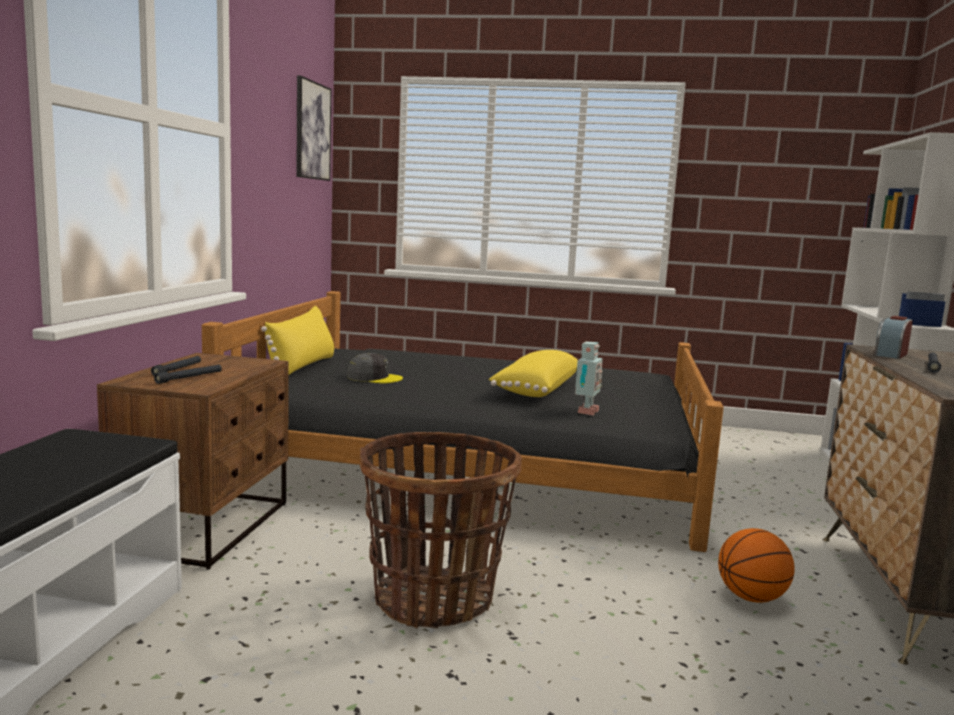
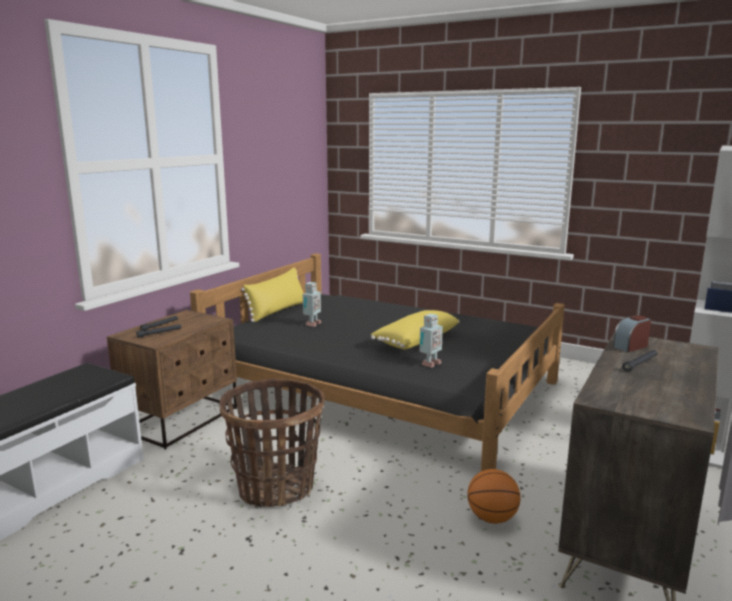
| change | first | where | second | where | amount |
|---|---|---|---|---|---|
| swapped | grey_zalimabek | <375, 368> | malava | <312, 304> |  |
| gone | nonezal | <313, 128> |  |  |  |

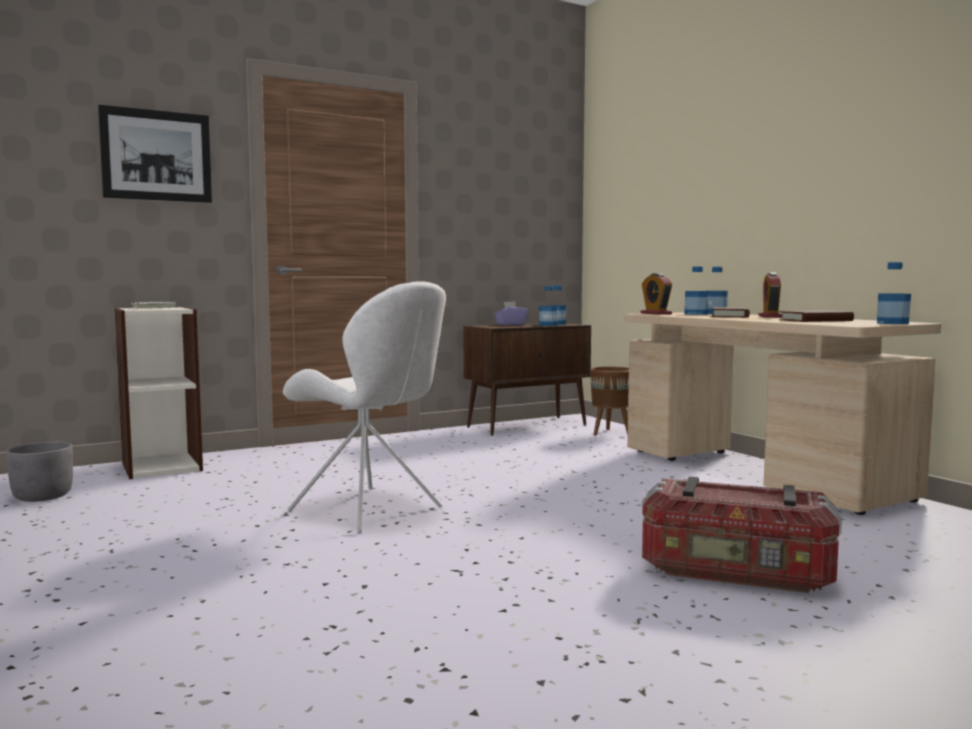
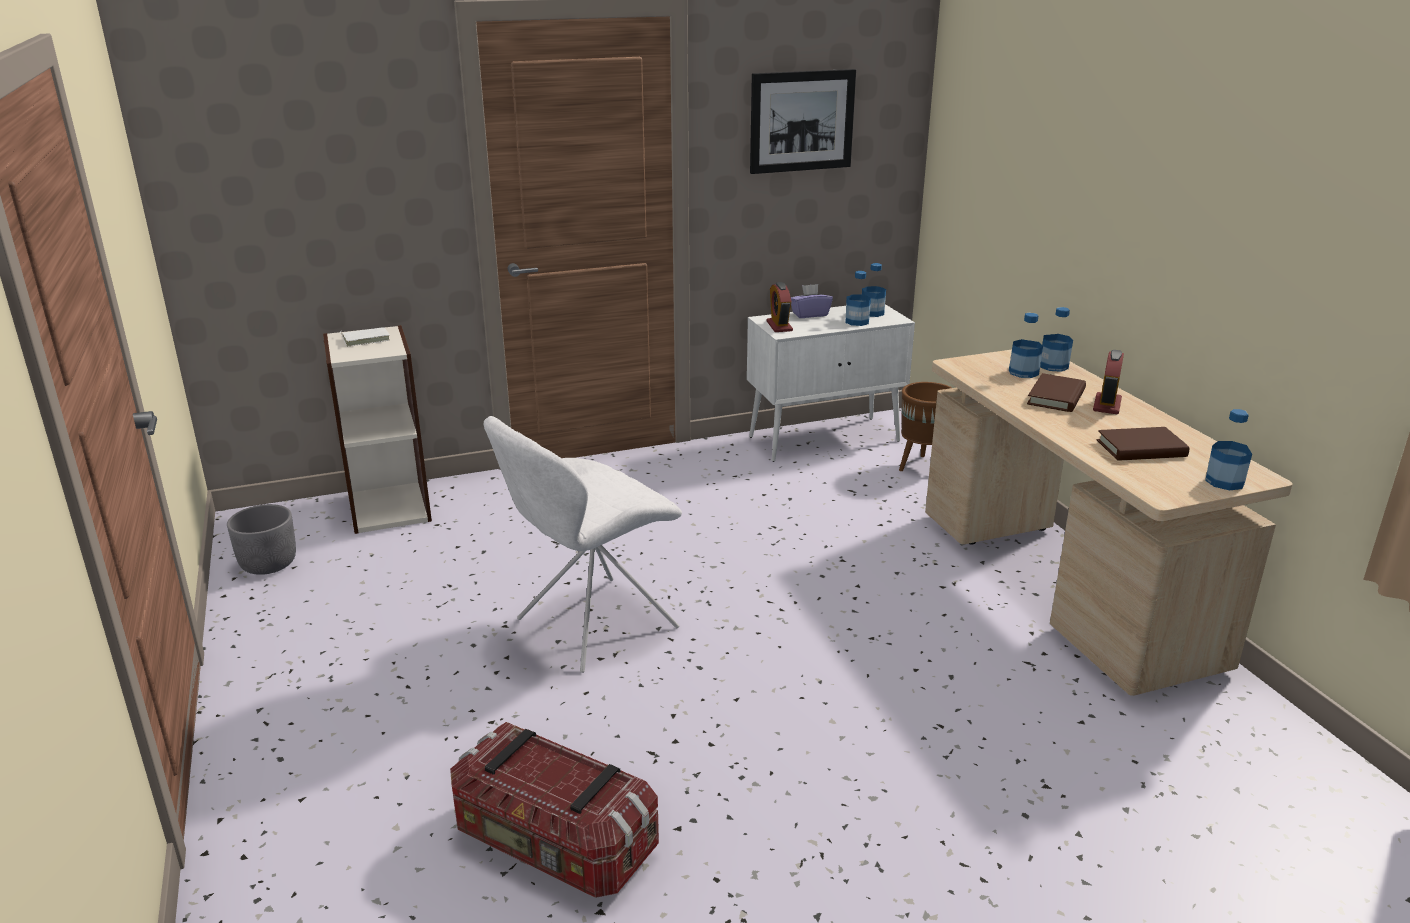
| change | first | where | second | where | amount |
|---|---|---|---|---|---|
| shifted | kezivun | <742, 535> |  | <554, 810> |  |
| rotated | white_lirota | <364, 407> |  | <583, 544> | 90 degrees clockwise |
| repainted | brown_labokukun | <527, 379> | white_labokukun | <831, 383> |  |
| shifted | nonezal | <155, 154> |  | <803, 121> |  |
| shifted | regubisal | <656, 294> |  | <779, 307> |  |

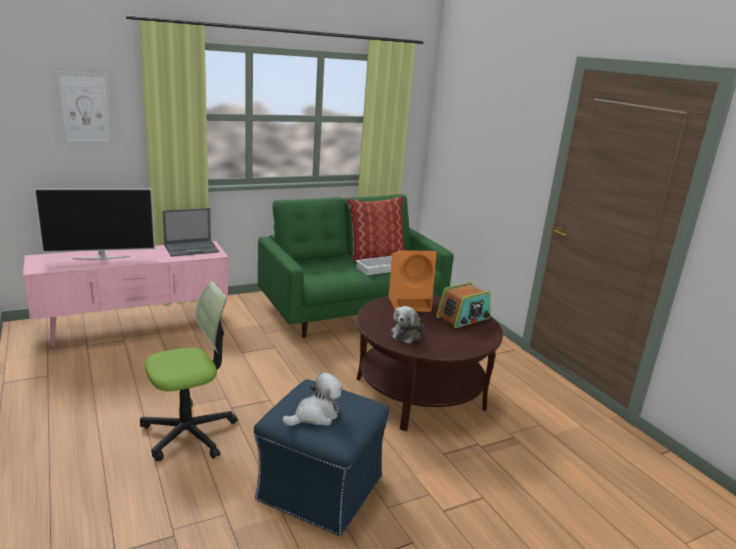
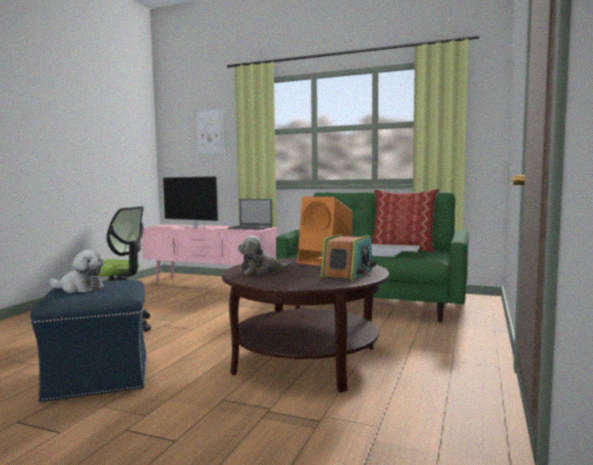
| change | first | where | second | where | amount |
|---|---|---|---|---|---|
| rotated | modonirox | <463, 305> |  | <348, 257> | 75 degrees counterclockwise |

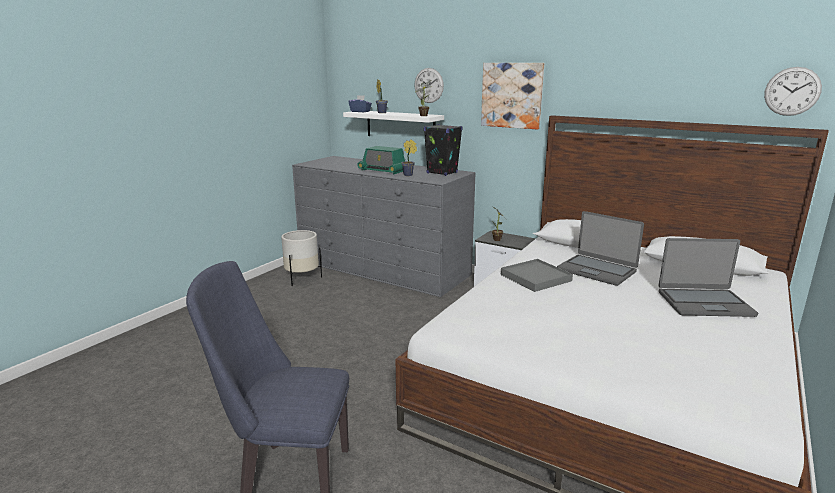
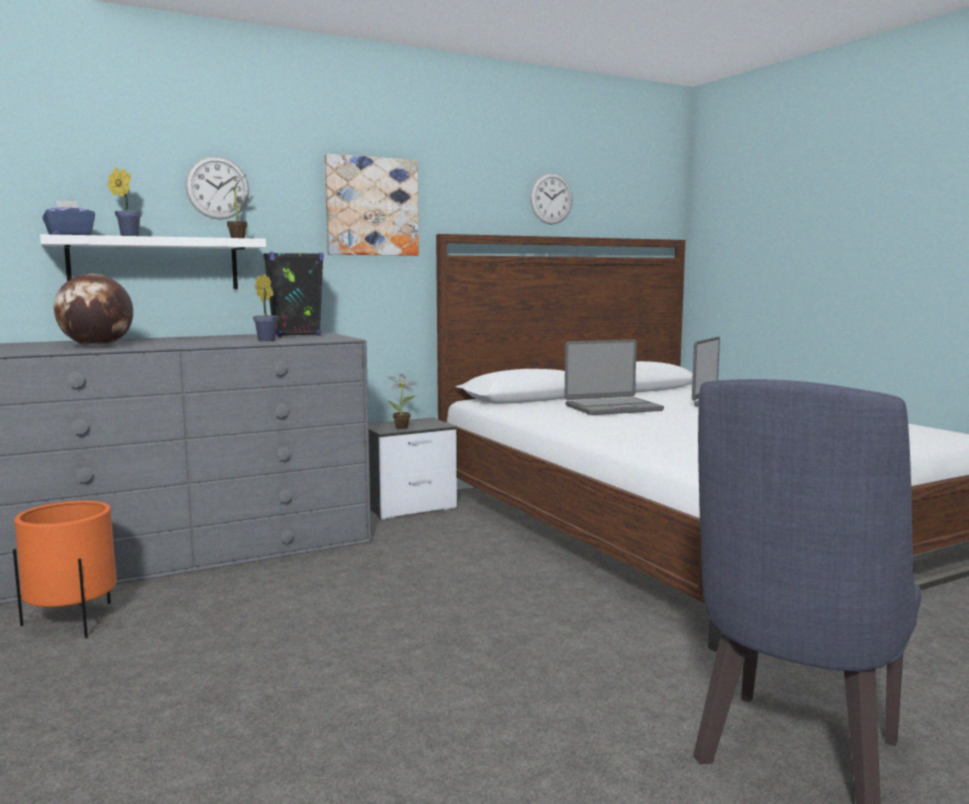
| change | first | where | second | where | amount |
|---|---|---|---|---|---|
| repainted | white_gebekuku | <301, 258> | orange_gebekuku | <65, 569> |  |
| new |  |  | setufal | <93, 310> |  |
| shifted | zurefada | <793, 91> |  | <551, 198> |  |
| gone | modonirox | <381, 160> |  |  |  |
| gone | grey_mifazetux | <537, 275> |  |  |  |

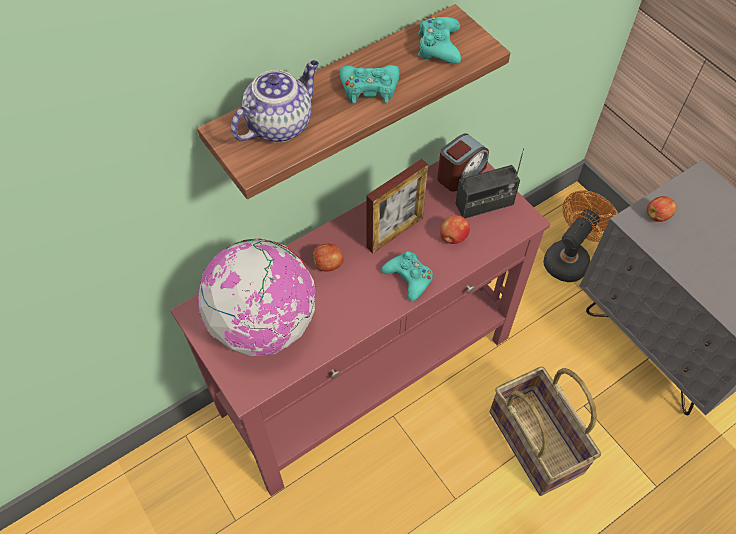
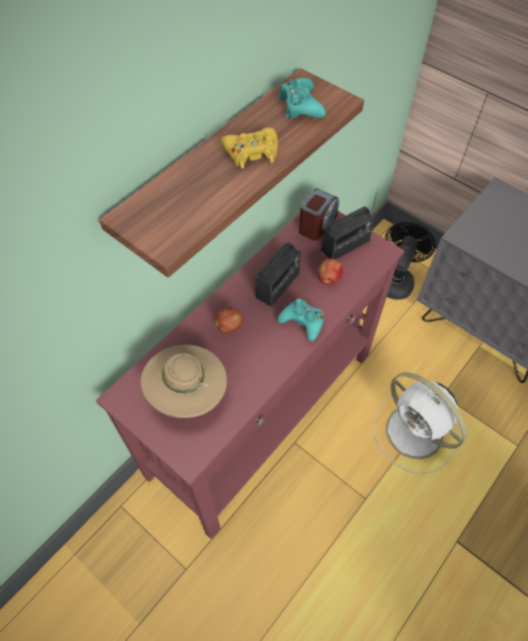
| change | first | where | second | where | amount |
|---|---|---|---|---|---|
| swapped | setufal | <257, 297> | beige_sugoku | <184, 381> |  |
| repainted | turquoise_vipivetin | <369, 84> | yellow_vipivetin | <249, 148> |  |
| swapped | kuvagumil | <397, 206> | modonirox | <278, 265> |  |
| swapped | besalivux | <545, 431> | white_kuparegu | <420, 423> |  |
| repainted | orange_kuparegu | <580, 236> | black_kuparegu | <410, 261> |  |
| gone | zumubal | <275, 101> |  |  |  |
| gone | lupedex | <662, 209> |  |  |  |

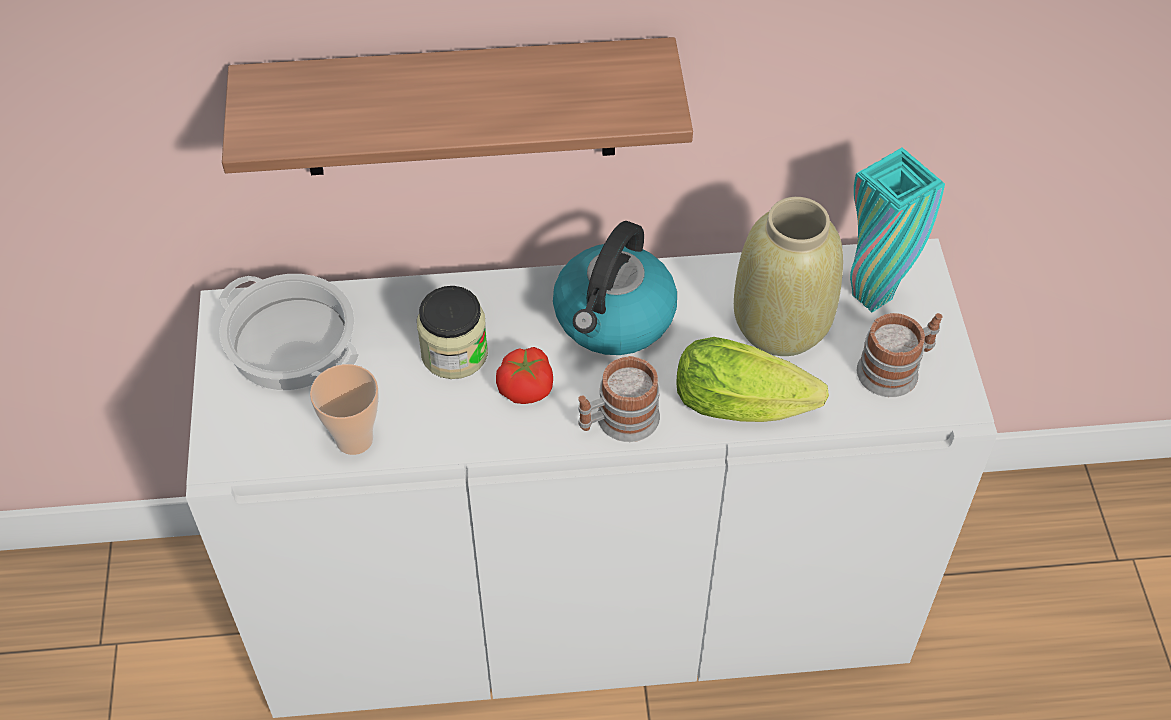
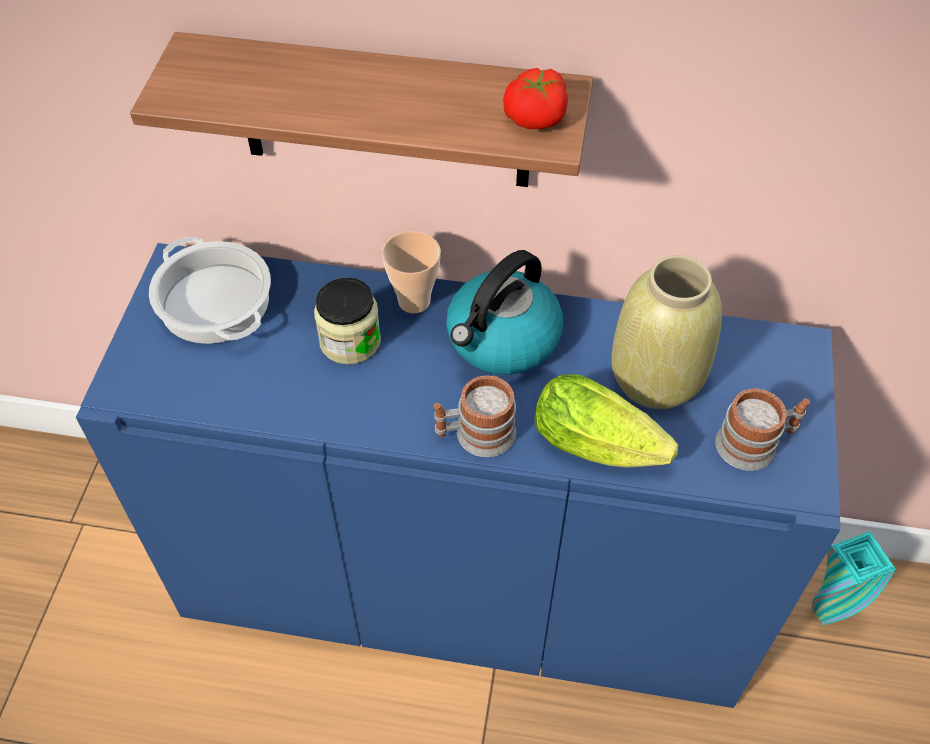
| change | first | where | second | where | amount |
|---|---|---|---|---|---|
| repainted | white_labokukun | <592, 478> | blue_labokukun | <458, 475> |  |
| shifted | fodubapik | <344, 409> |  | <411, 272> |  |
| shifted | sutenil | <524, 375> |  | <535, 98> |  |
| shifted | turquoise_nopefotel | <897, 229> |  | <854, 578> |  |

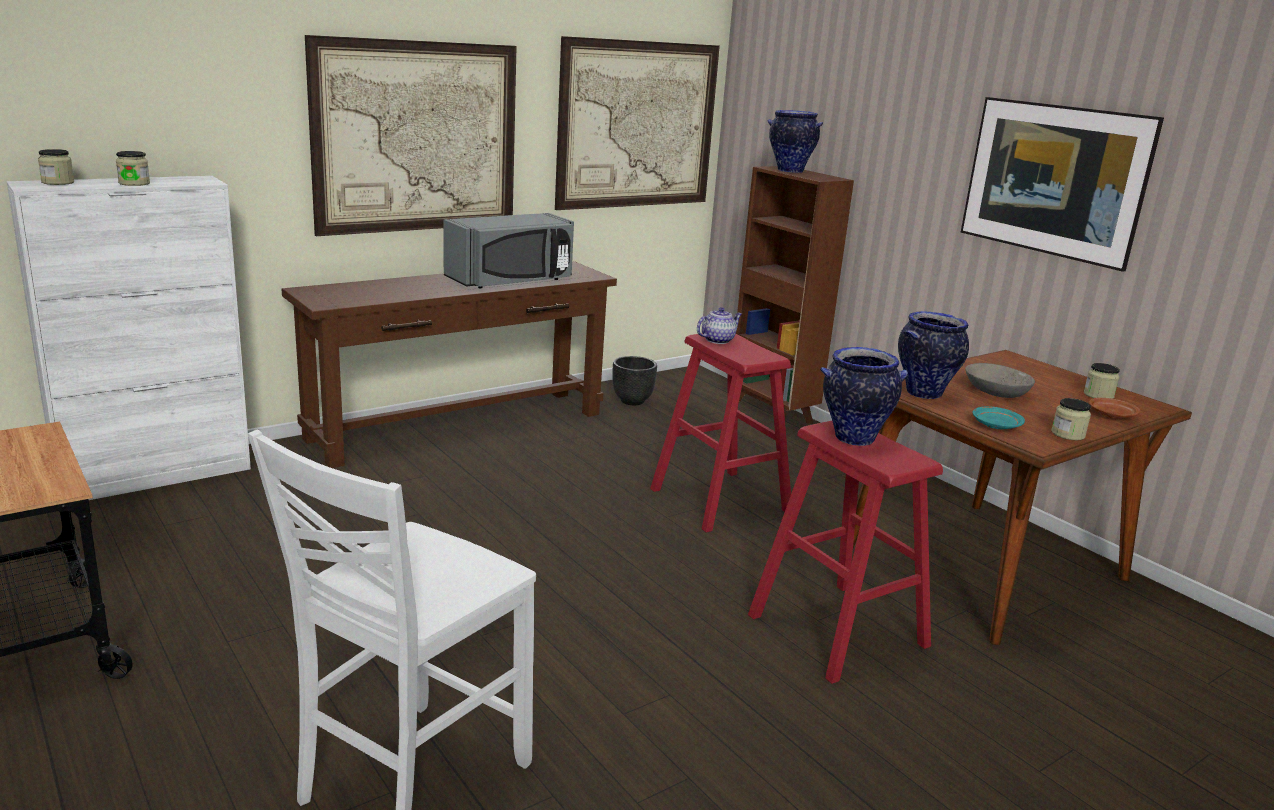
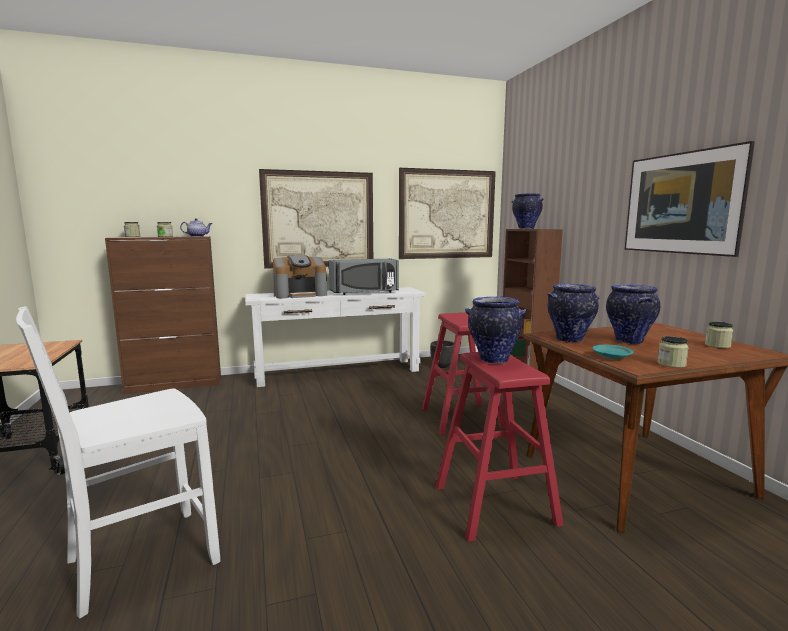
| change | first | where | second | where | amount |
|---|---|---|---|---|---|
| repainted | white_labokukun | <128, 338> | brown_labokukun | <163, 315> |  |
| shifted | zumubal | <719, 325> |  | <196, 227> |  |
| repainted | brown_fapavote | <449, 364> | white_fapavote | <335, 337> |  |
| new |  |  | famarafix | <300, 276> |  |
| swapped | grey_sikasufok | <1000, 380> | nopefotel | <633, 314> |  |
| gone | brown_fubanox | <1114, 408> |  |  |  |

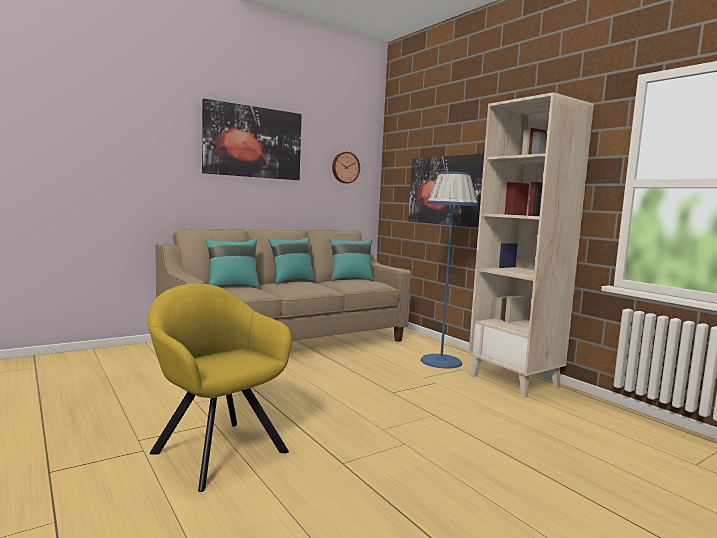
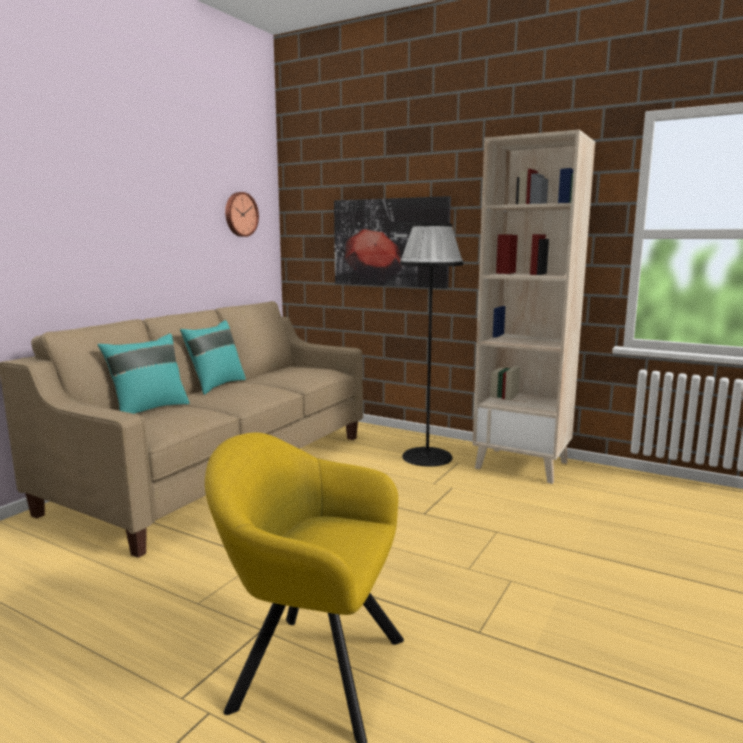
| change | first | where | second | where | amount |
|---|---|---|---|---|---|
| repainted | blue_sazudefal | <449, 270> | black_sazudefal | <431, 345> |  |
| gone | nonezal | <252, 139> |  |  |  |
| gone | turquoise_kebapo | <351, 259> |  |  |  |

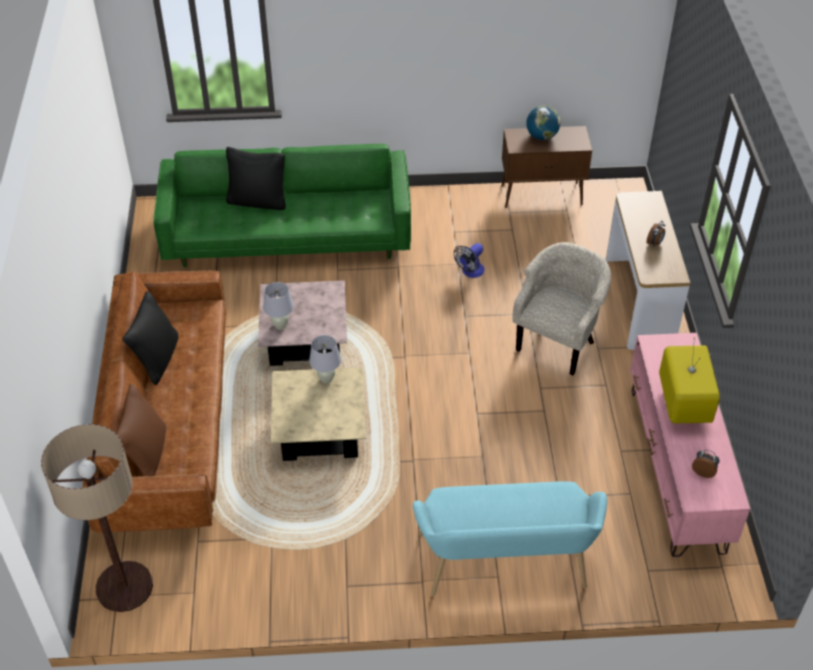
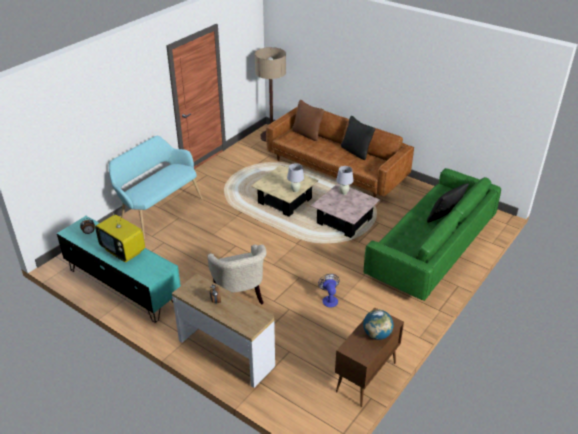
| change | first | where | second | where | amount |
|---|---|---|---|---|---|
| repainted | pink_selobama | <690, 445> | turquoise_selobama | <119, 269> |  |

